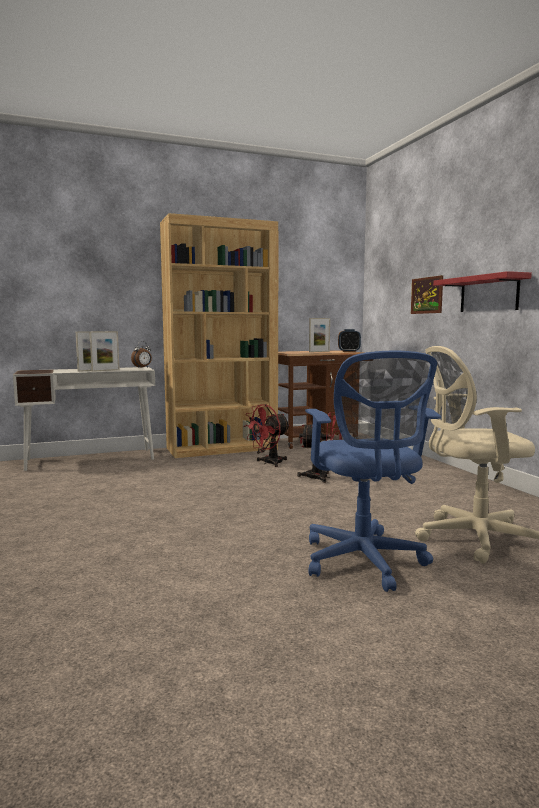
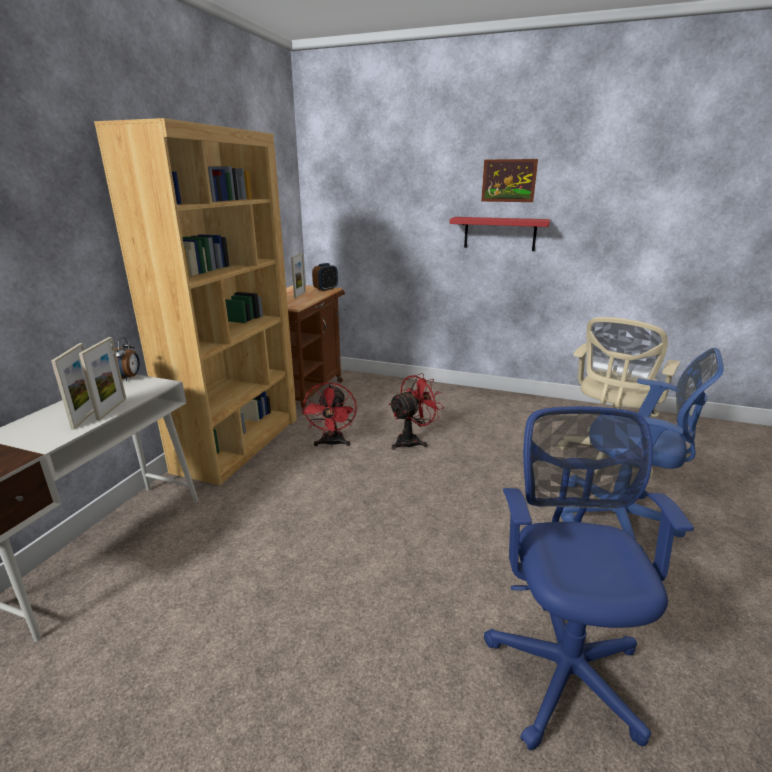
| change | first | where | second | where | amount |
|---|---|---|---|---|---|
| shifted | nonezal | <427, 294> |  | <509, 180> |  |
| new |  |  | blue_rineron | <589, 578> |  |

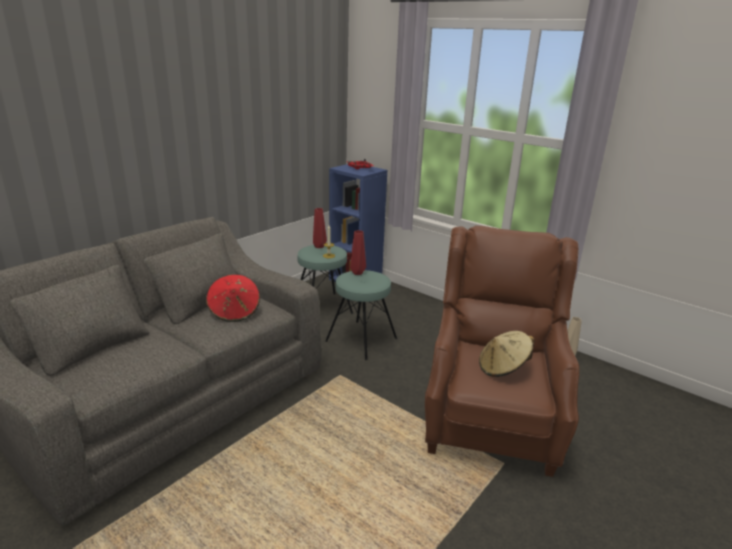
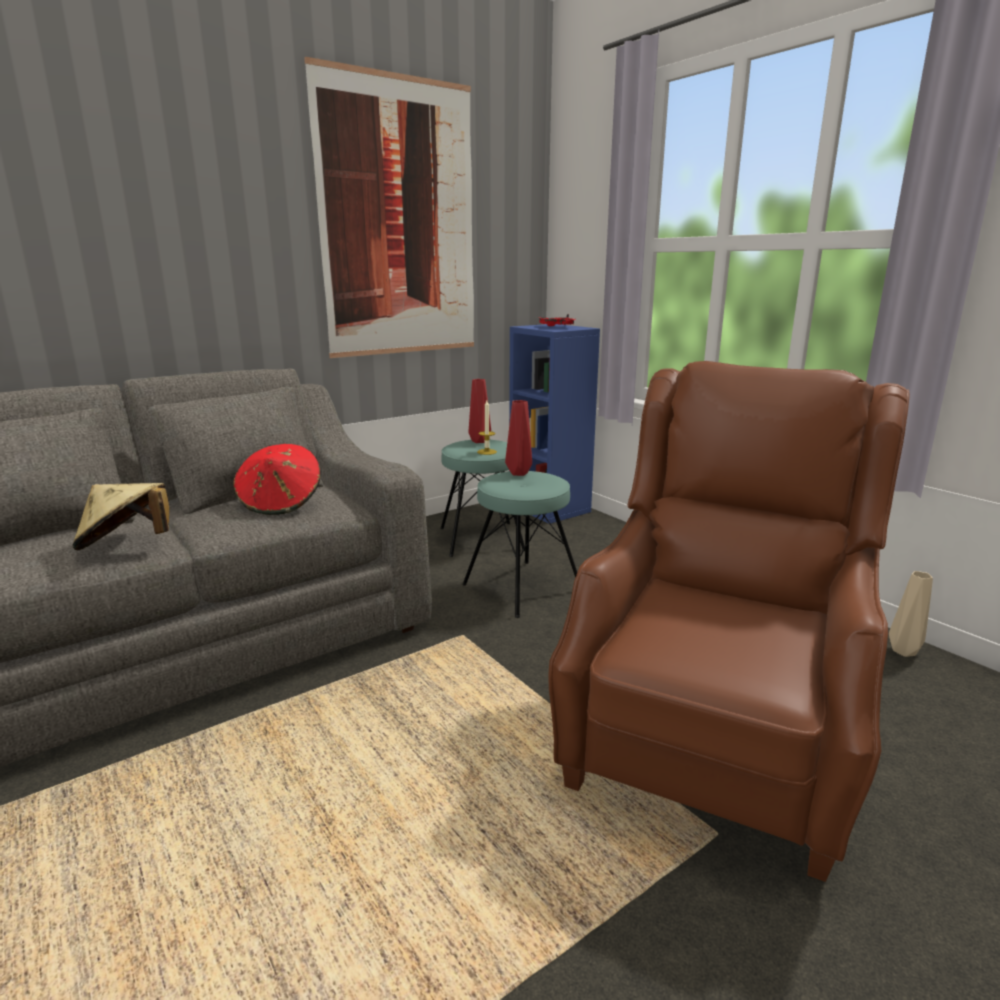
| change | first | where | second | where | amount |
|---|---|---|---|---|---|
| shifted | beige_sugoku | <507, 354> |  | <121, 516> |  |
| new |  |  | nonezal | <389, 207> |  |

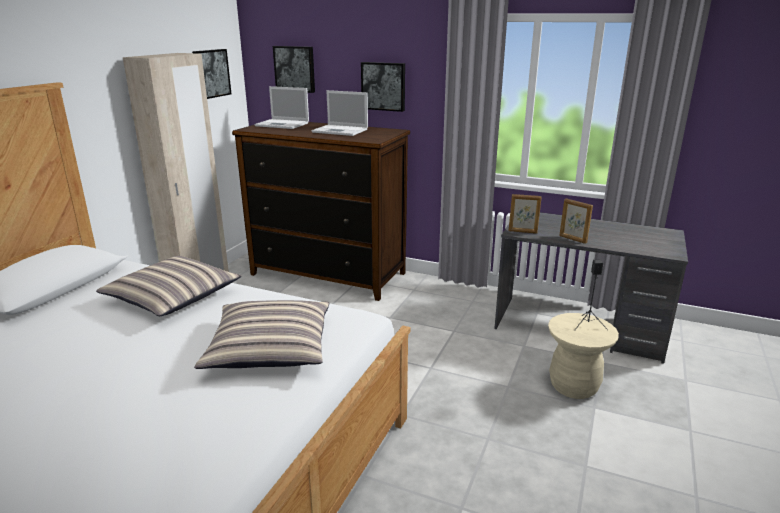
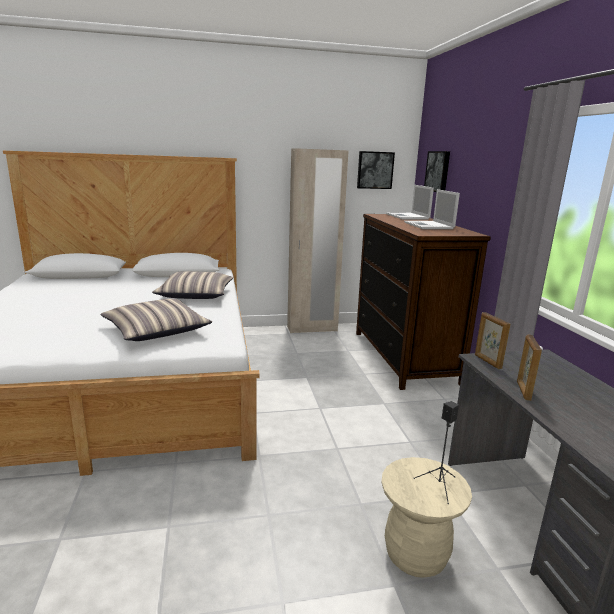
| change | first | where | second | where | amount |
|---|---|---|---|---|---|
| gone | nonezal | <383, 87> |  |  |  |

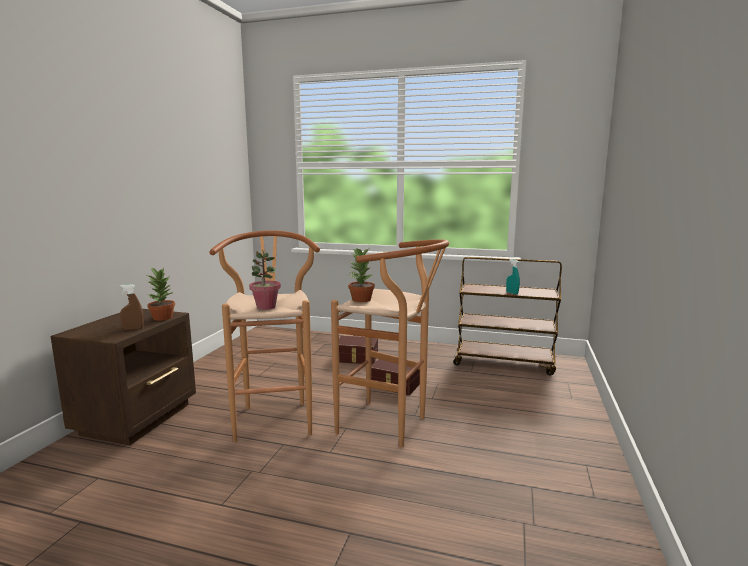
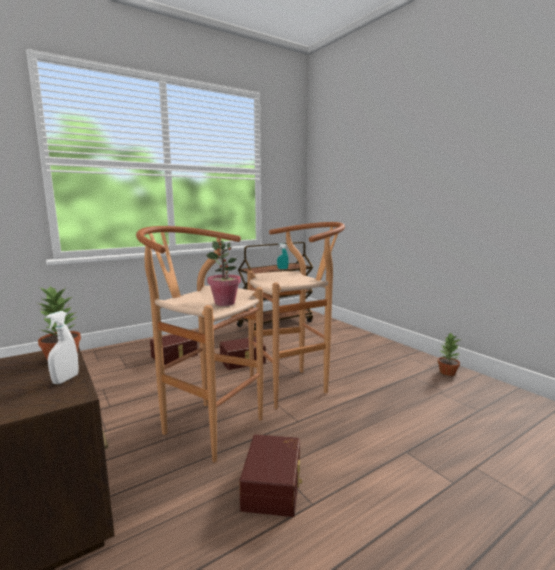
| change | first | where | second | where | amount |
|---|---|---|---|---|---|
| repainted | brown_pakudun | <131, 307> | white_pakudun | <62, 347> |  |
| new |  |  | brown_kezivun | <270, 476> |  |
| shifted | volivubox | <361, 275> |  | <450, 354> |  |

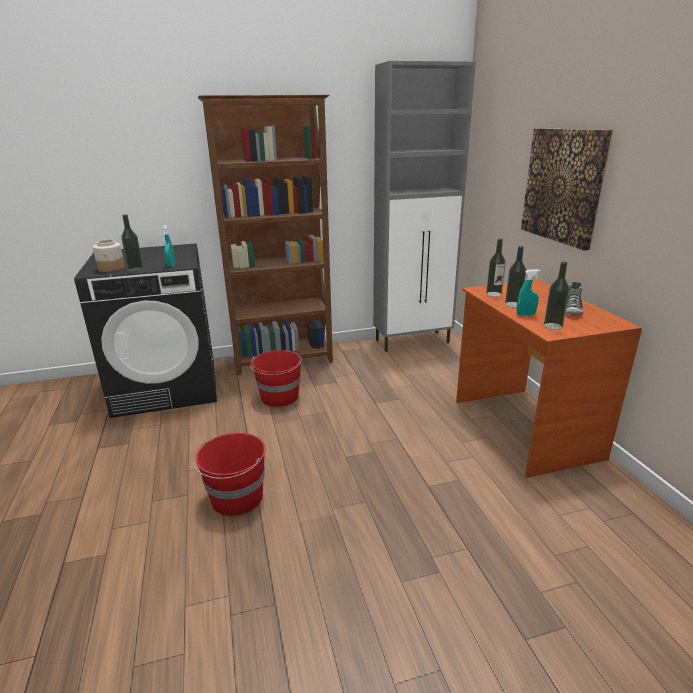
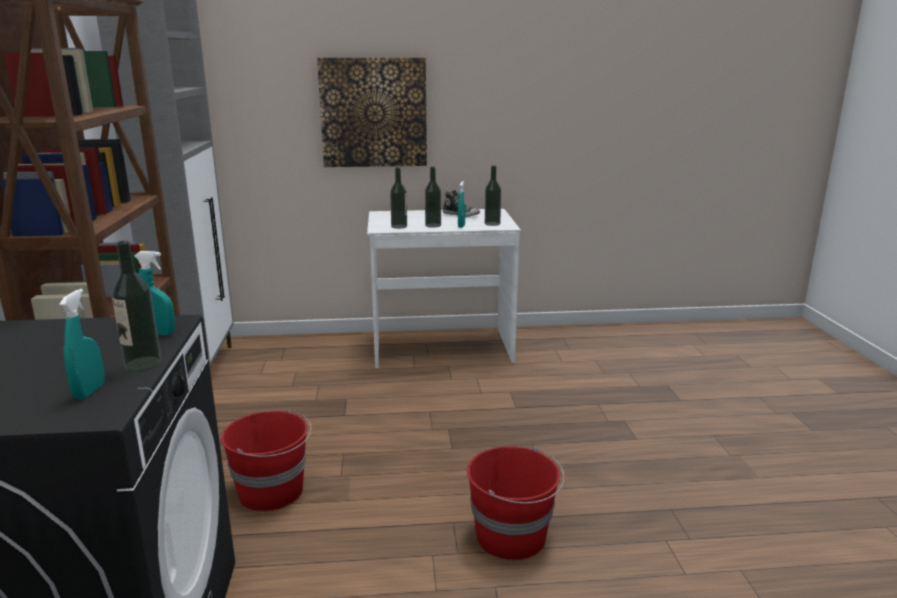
| change | first | where | second | where | amount |
|---|---|---|---|---|---|
| swapped | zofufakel | <109, 256> | turquoise_pakudun | <81, 344> |  |
| repainted | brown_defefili | <549, 379> | white_defefili | <444, 288> |  |

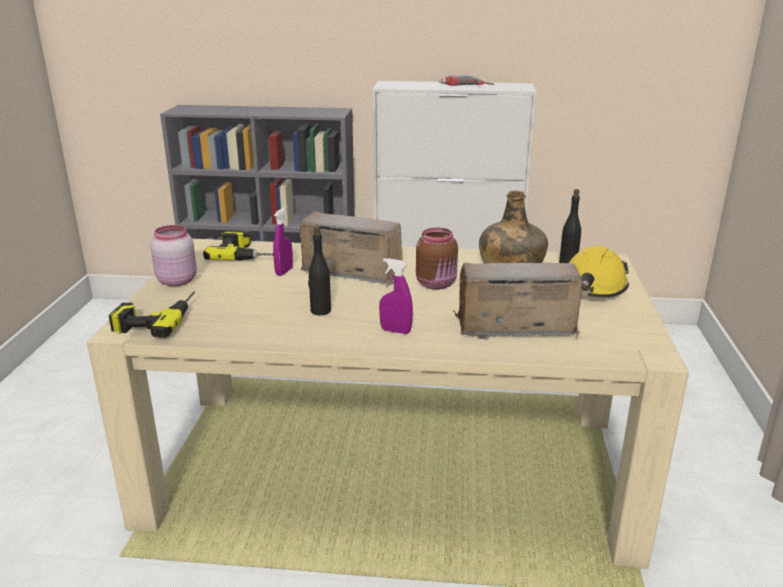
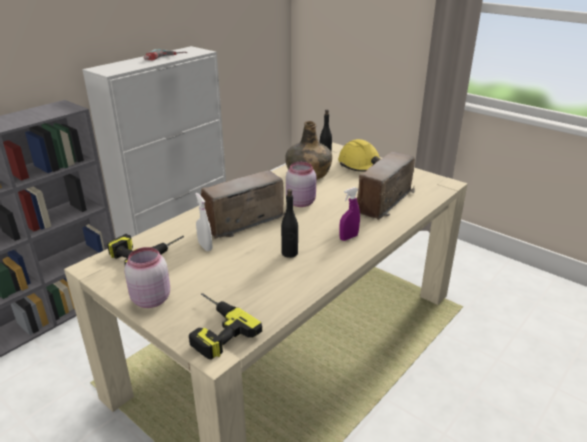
| change | first | where | second | where | amount |
|---|---|---|---|---|---|
| repainted | purple_pakudun | <283, 241> | white_pakudun | <203, 222> |  |
| repainted | brown_zofufakel | <437, 259> | pink_zofufakel | <301, 184> |  |

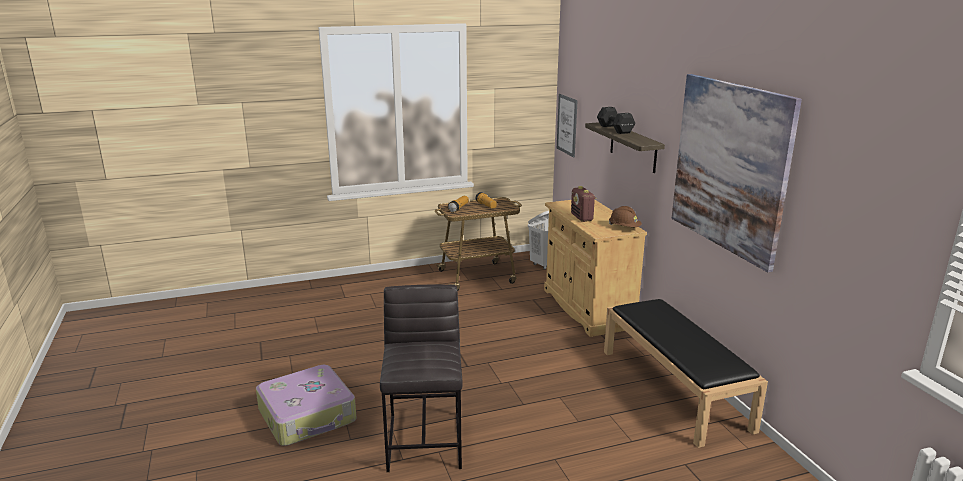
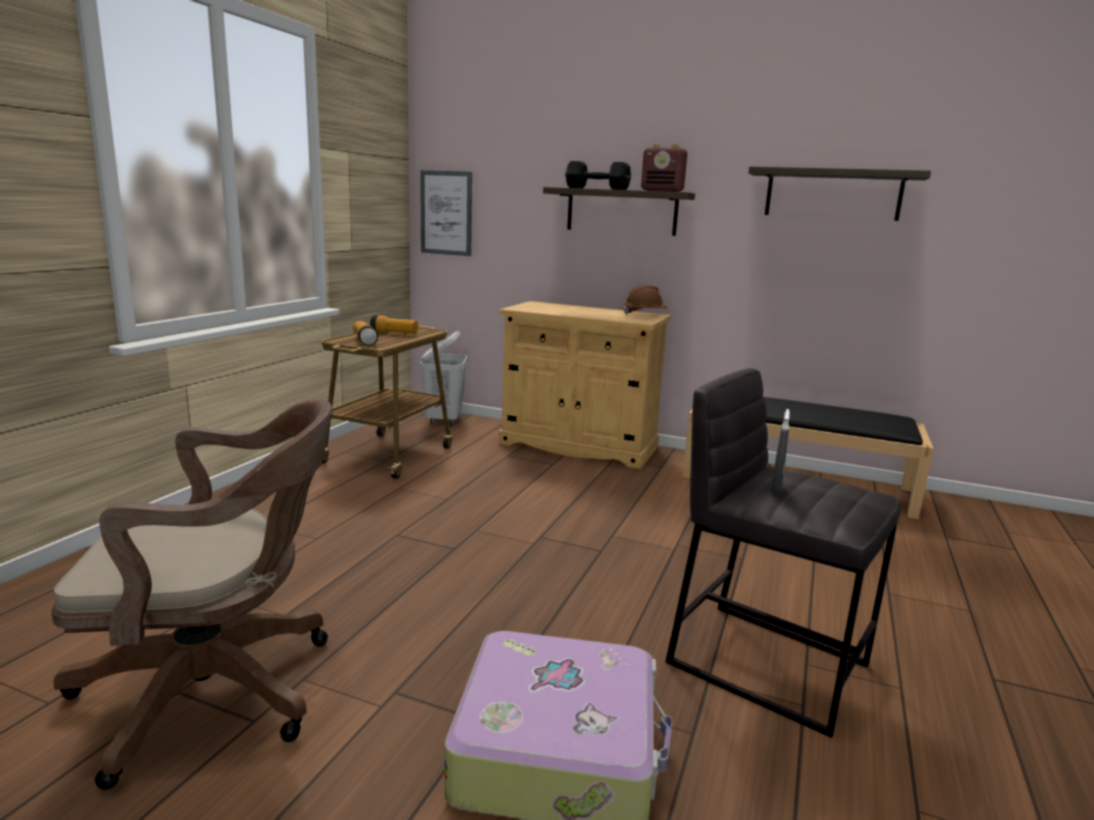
| change | first | where | second | where | amount |
|---|---|---|---|---|---|
| new |  |  | brown_rineron | <191, 594> |  |
| shifted | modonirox | <583, 204> |  | <664, 168> |  |
| swapped | nonezal | <737, 173> | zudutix | <839, 193> |  |
| new |  |  | grey_pakudun | <780, 451> |  |

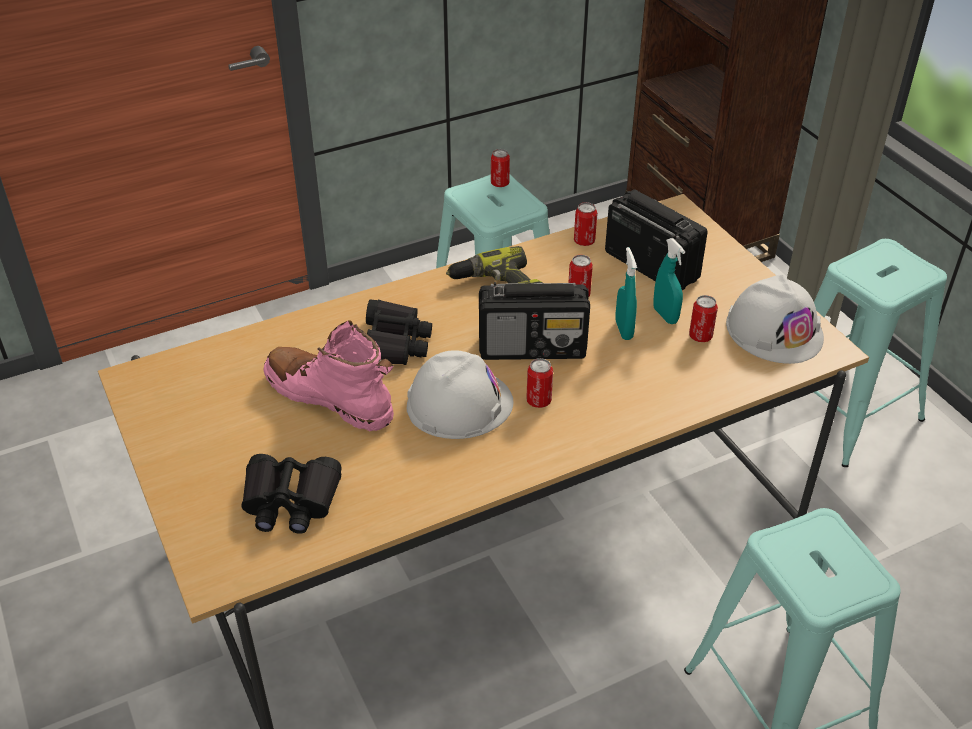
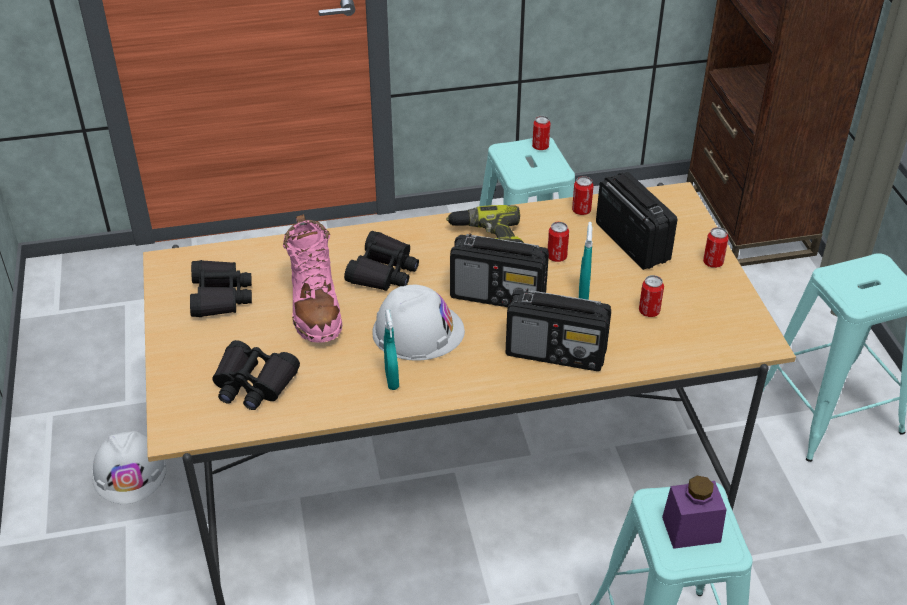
| change | first | where | second | where | amount |
|---|---|---|---|---|---|
| shifted | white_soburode | <775, 319> |  | <129, 467> |  |
| new |  |  | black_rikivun | <221, 288> |  |
| rotated | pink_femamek | <329, 376> |  | <312, 278> | 150 degrees counterclockwise |
| shifted | turquoise_pakudun | <669, 281> |  | <391, 349> |  |
| new |  |  | modonirox | <558, 329> |  |
| new |  |  | purple_zofufakel | <694, 512> |  |
| shifted | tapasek | <540, 383> |  | <715, 247> |  |

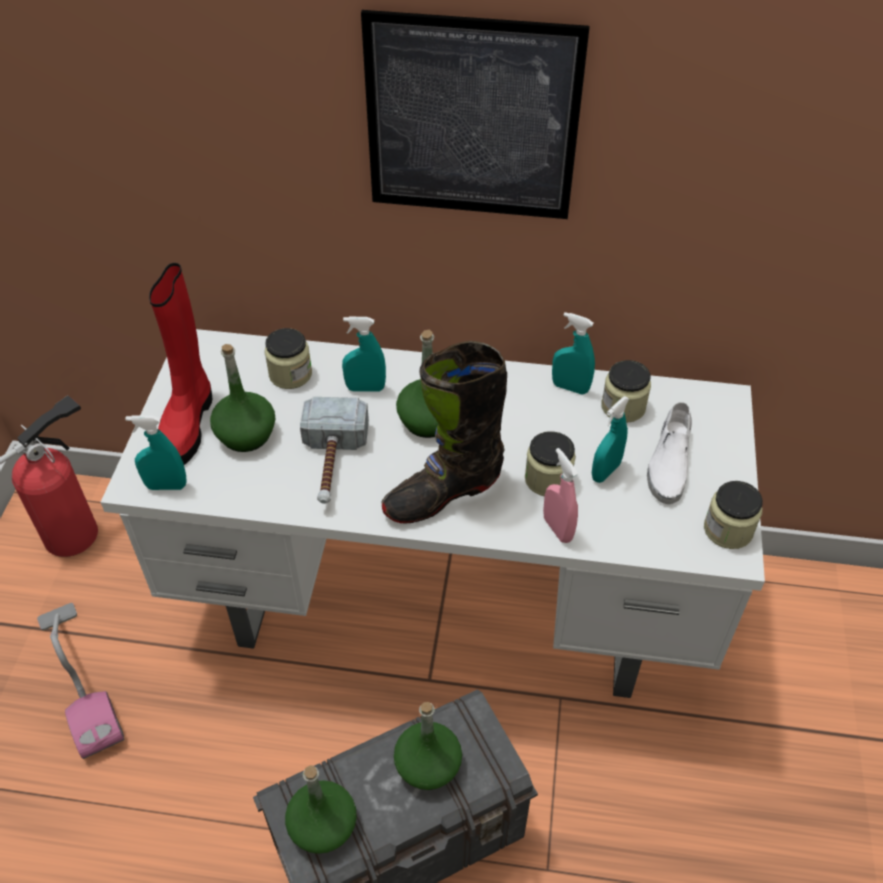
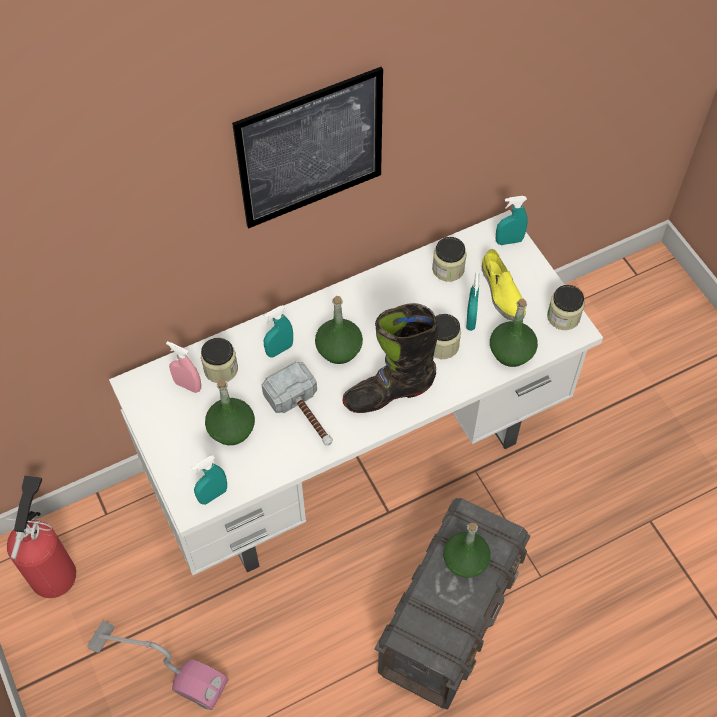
| change | first | where | second | where | amount |
|---|---|---|---|---|---|
| shifted | pink_pakudun | <560, 495> |  | <183, 367> |  |
| rotated | black_femamek | <444, 432> |  | <391, 358> | 45 degrees clockwise |
| repainted | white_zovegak | <669, 453> | yellow_zovegak | <504, 285> |  |
| shifted | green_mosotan | <321, 809> |  | <514, 333> |  |
| shifted | turquoise_pakudun | <573, 353> |  | <512, 220> |  |
| gone | red_femamek | <181, 364> |  |  |  |

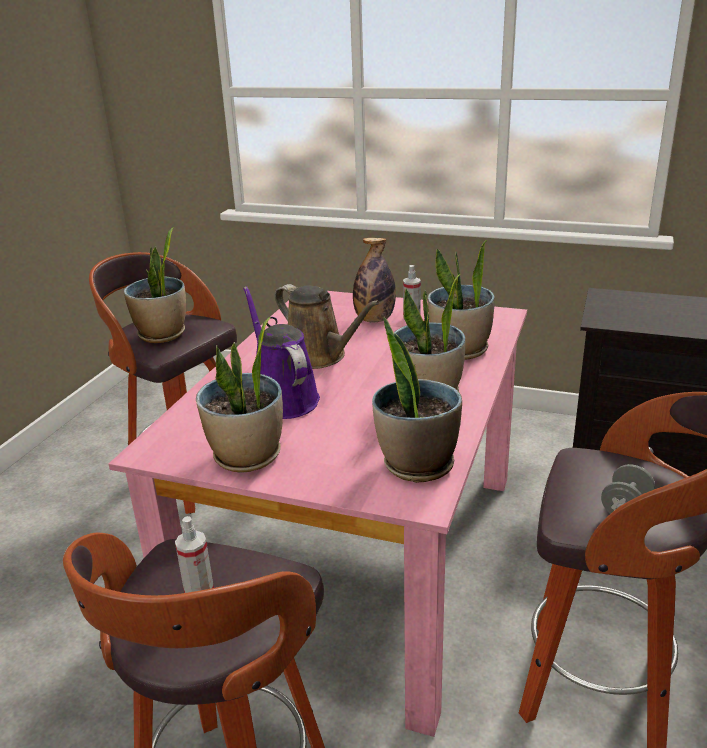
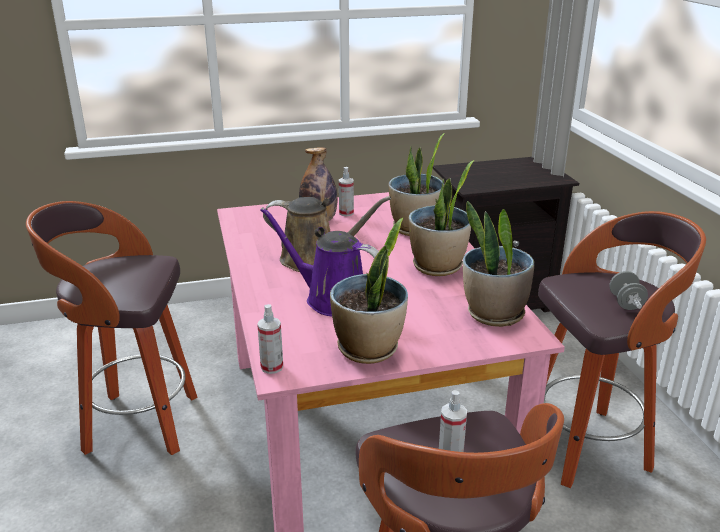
| change | first | where | second | where | amount |
|---|---|---|---|---|---|
| new |  |  | pakudun | <270, 339> |  |
| gone | volivubox | <155, 285> |  |  |  |

